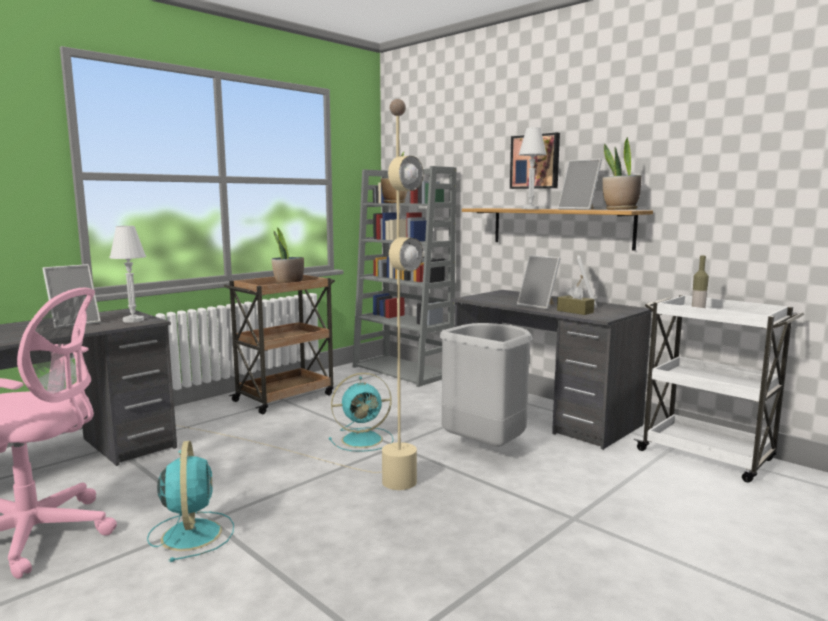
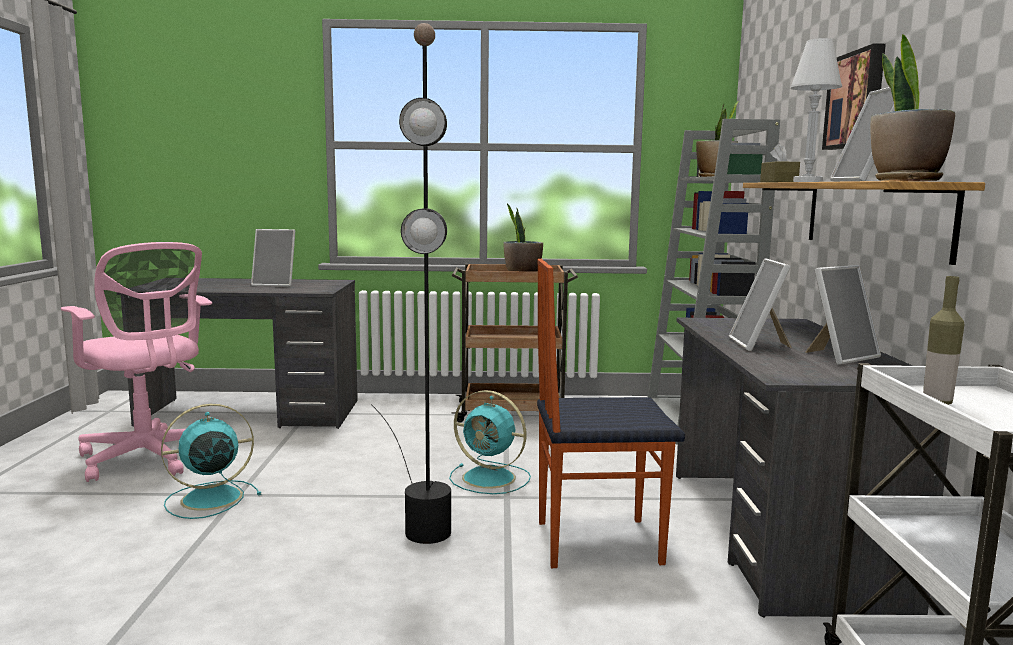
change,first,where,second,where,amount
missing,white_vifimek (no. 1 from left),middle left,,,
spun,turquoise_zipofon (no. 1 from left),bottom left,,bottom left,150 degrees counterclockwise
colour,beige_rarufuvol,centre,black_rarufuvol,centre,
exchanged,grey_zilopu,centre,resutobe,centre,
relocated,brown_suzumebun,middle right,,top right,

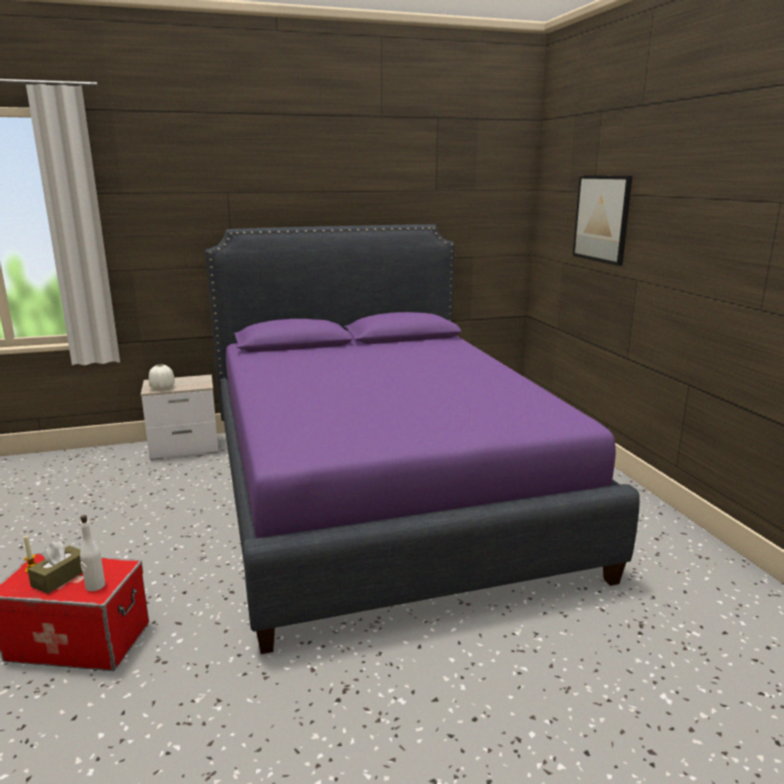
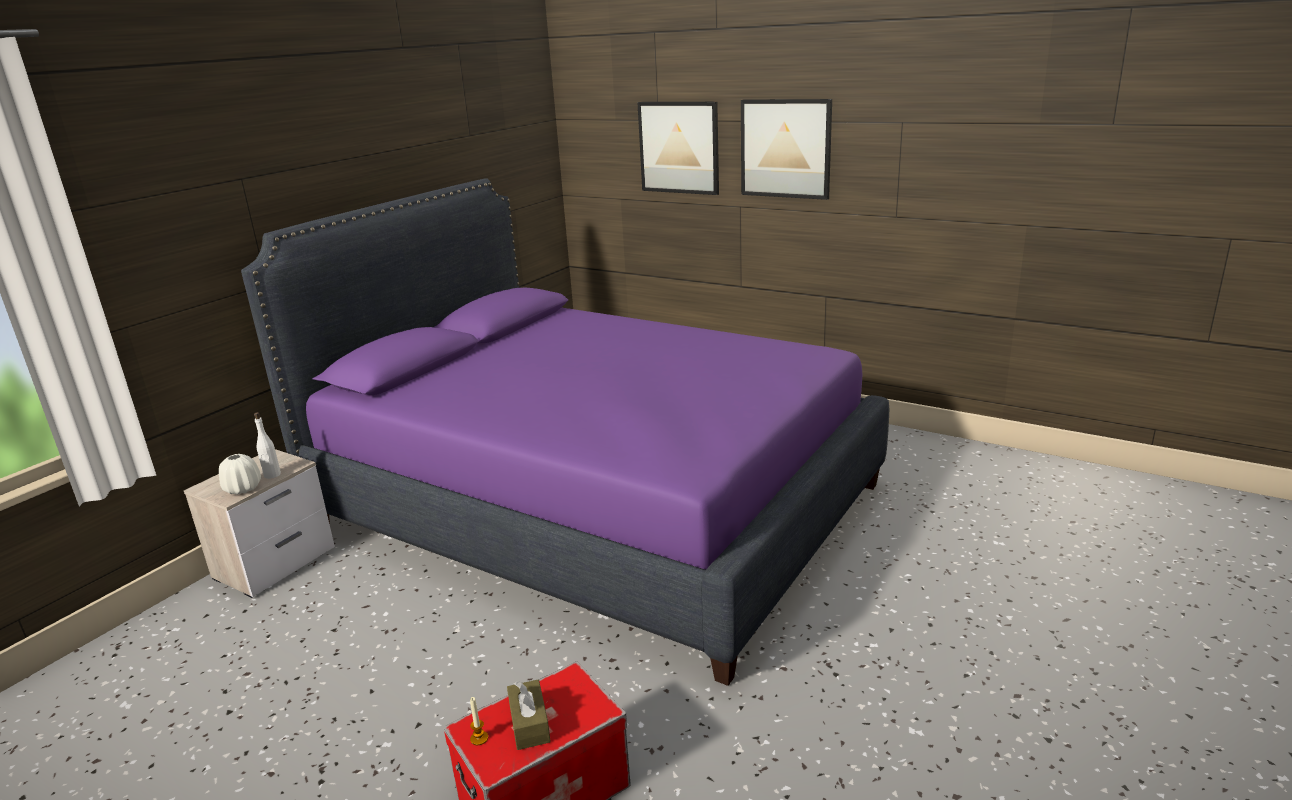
change,first,where,second,where,amount
relocated,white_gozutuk,bottom left,,middle left,
appeared,,,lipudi (no. 2 from left),top centre,

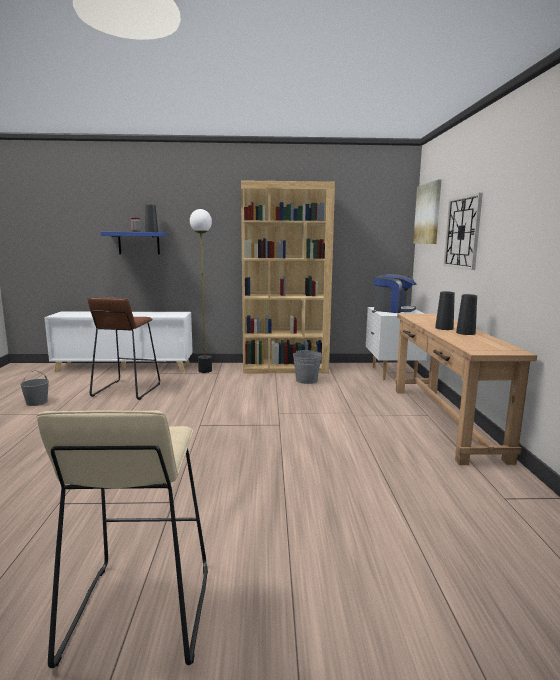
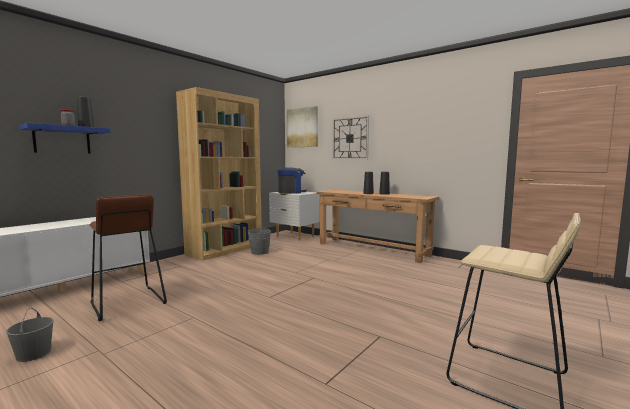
change,first,where,second,where,amount
missing,rarufuvol,centre,,,

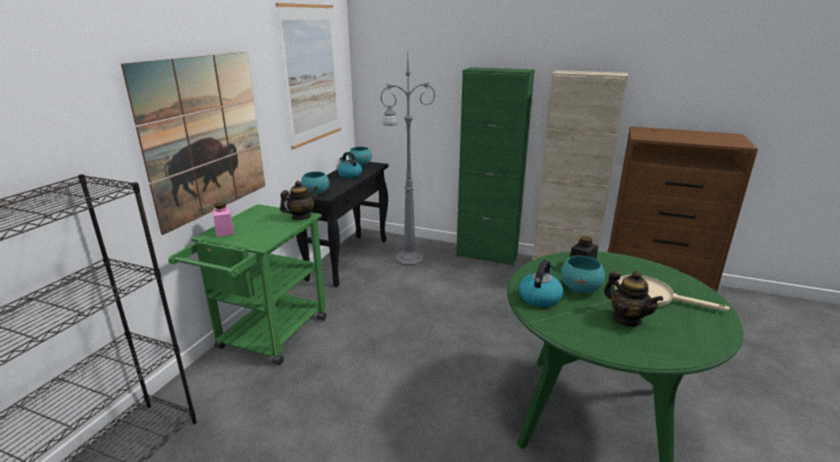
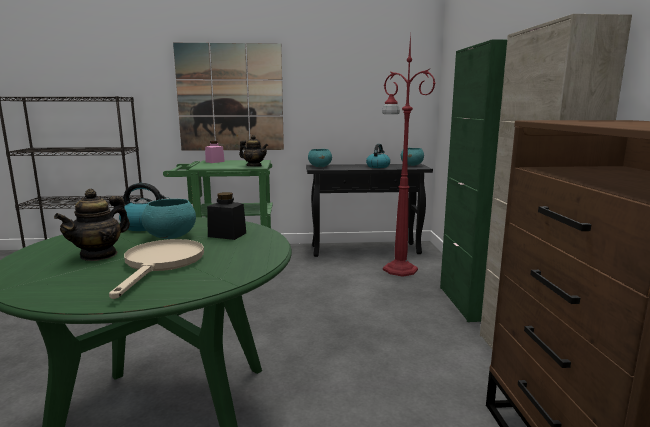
change,first,where,second,where,amount
missing,lipudi (no. 2 from left),top centre,,,
colour,grey_rarufuvol,centre,red_rarufuvol,centre,

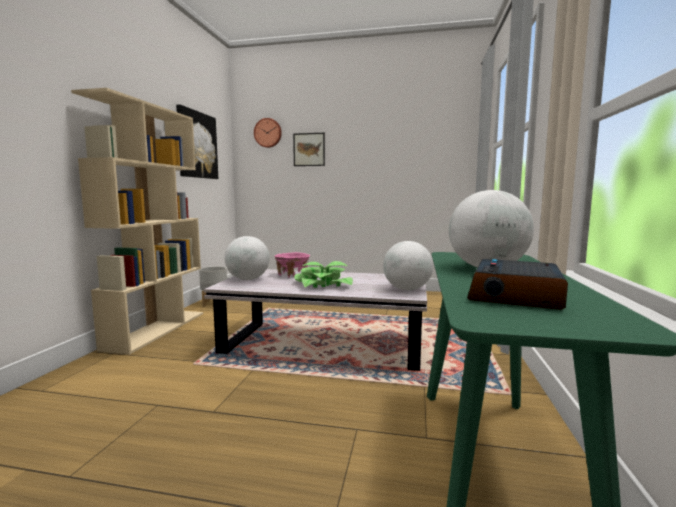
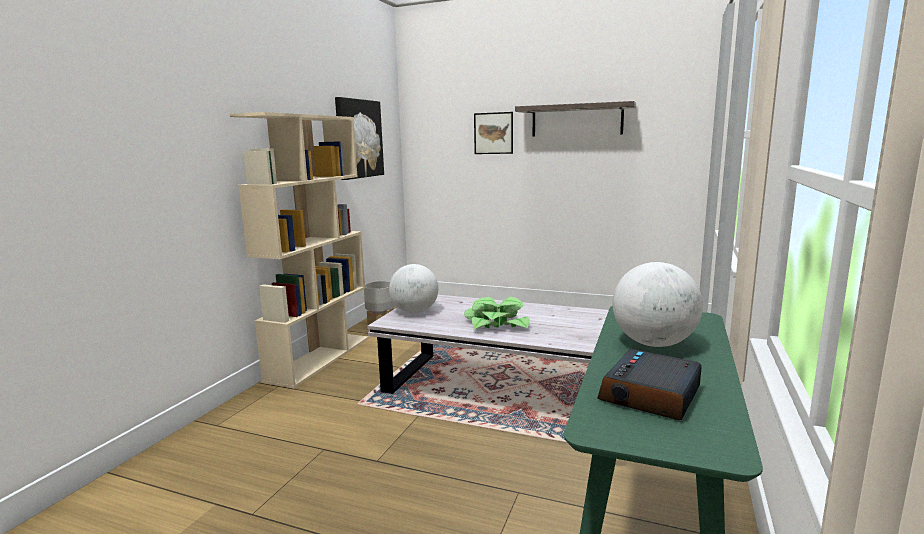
change,first,where,second,where,amount
missing,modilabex,top centre,,,
missing,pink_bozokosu,centre,,,
missing,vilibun (no. 2 from left),centre,,,
appeared,,,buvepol,top centre,

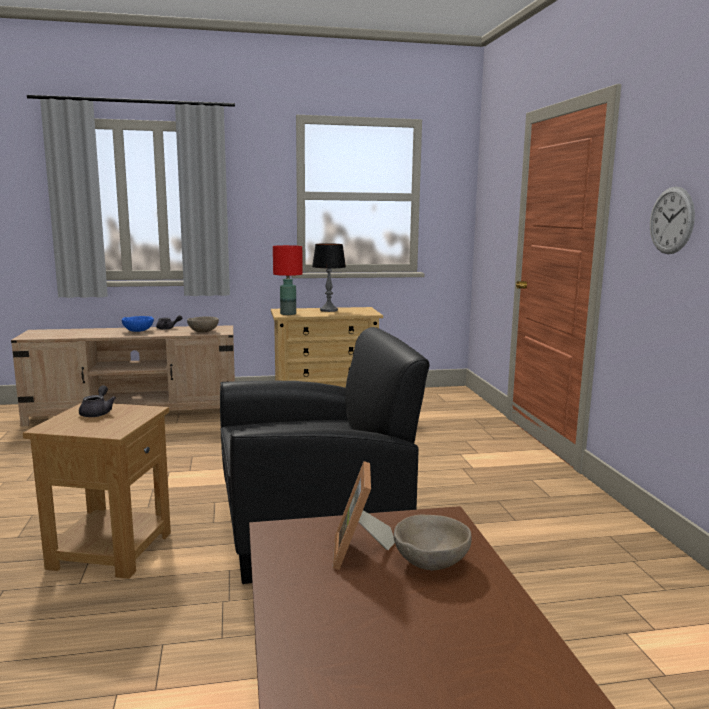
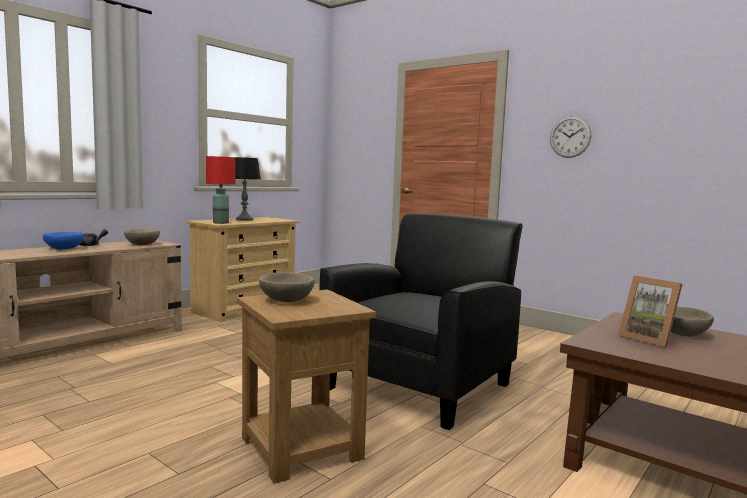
change,first,where,second,where,amount
exchanged,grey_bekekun (no. 1 from left),middle left,beige_bozokosu (no. 2 from left),centre,

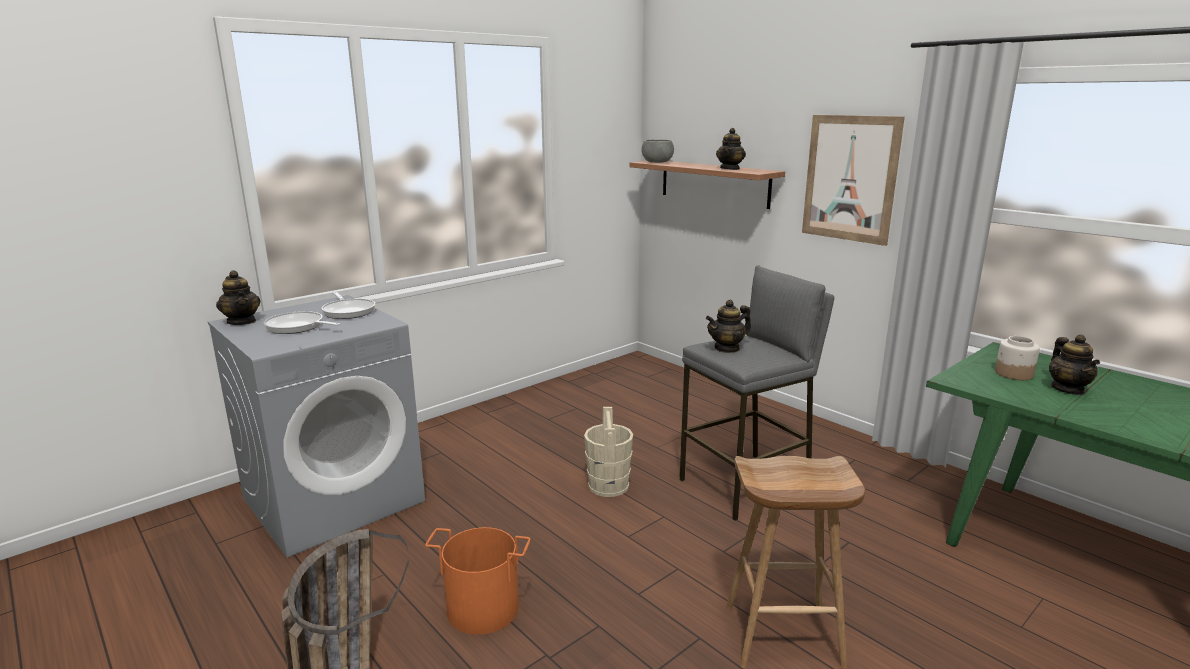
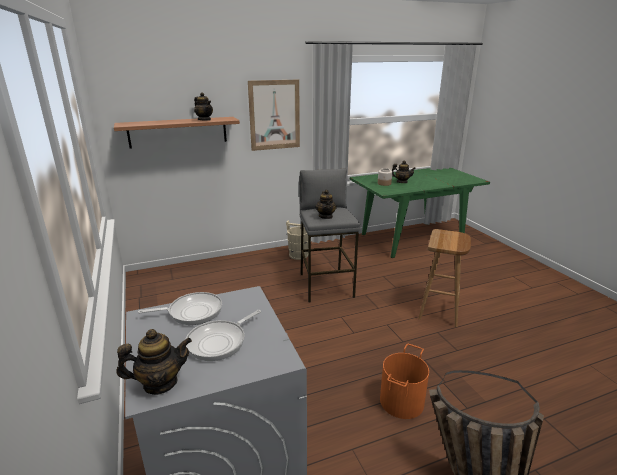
change,first,where,second,where,amount
relocated,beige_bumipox,bottom centre,,centre,
missing,grey_bozokosu,top centre,,,

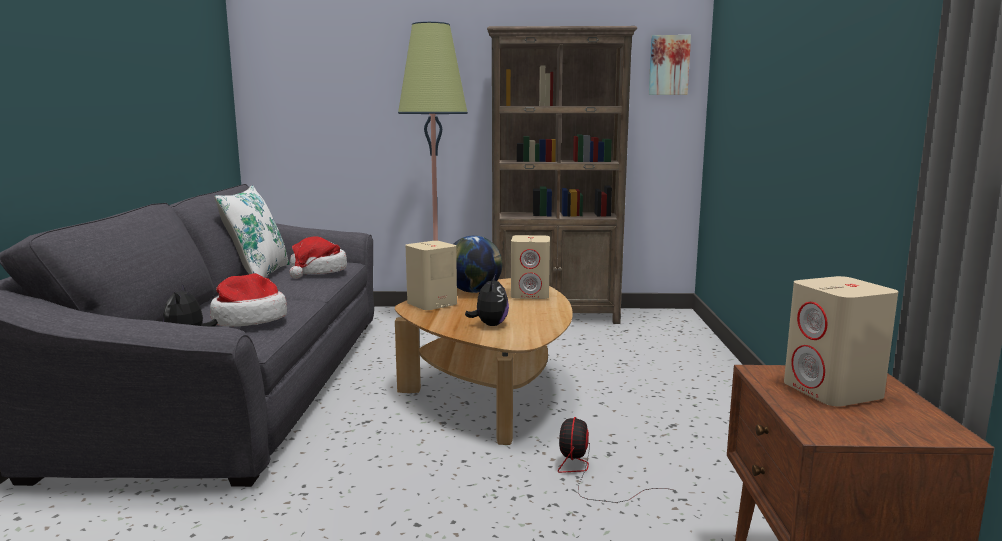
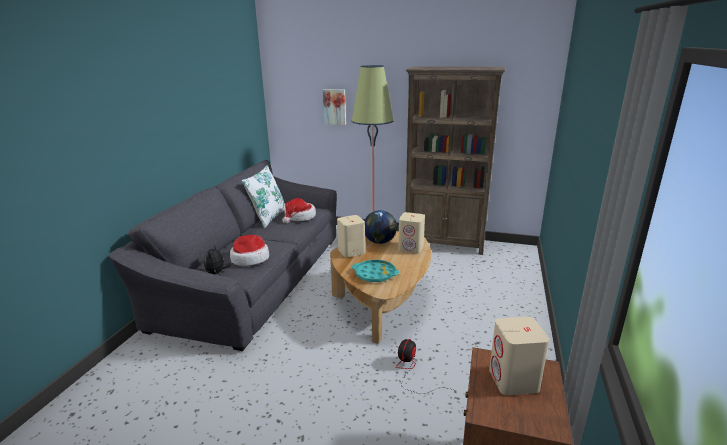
change,first,where,second,where,amount
exchanged,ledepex (no. 2 from left),centre,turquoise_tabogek,centre,
relocated,lipudi,top right,,top centre,

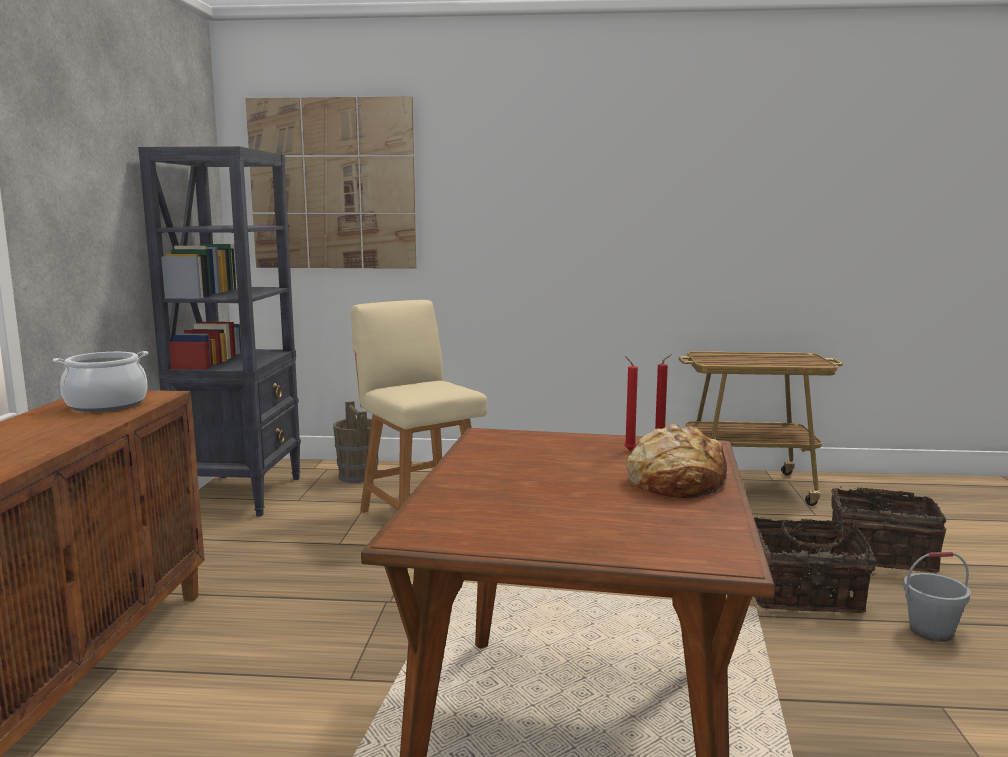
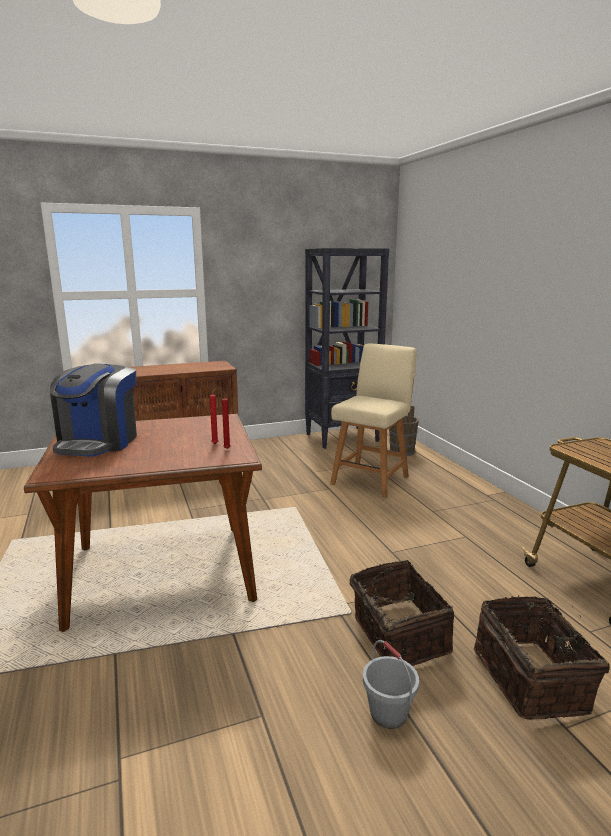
change,first,where,second,where,amount
missing,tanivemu,middle left,,,
missing,lipudi,top left,,,
missing,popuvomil,middle right,,,
appeared,,,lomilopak,middle left,

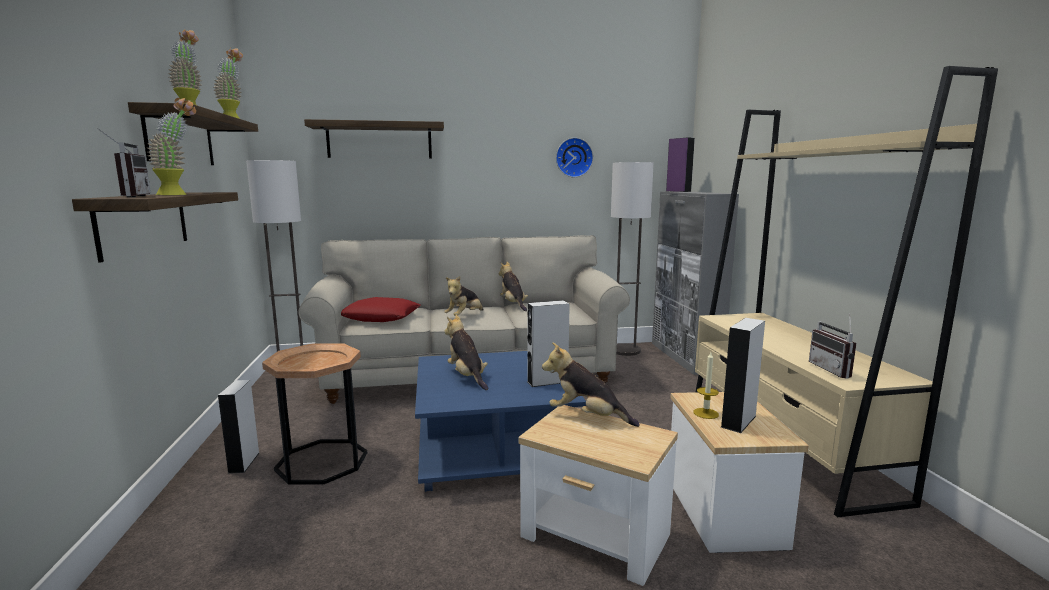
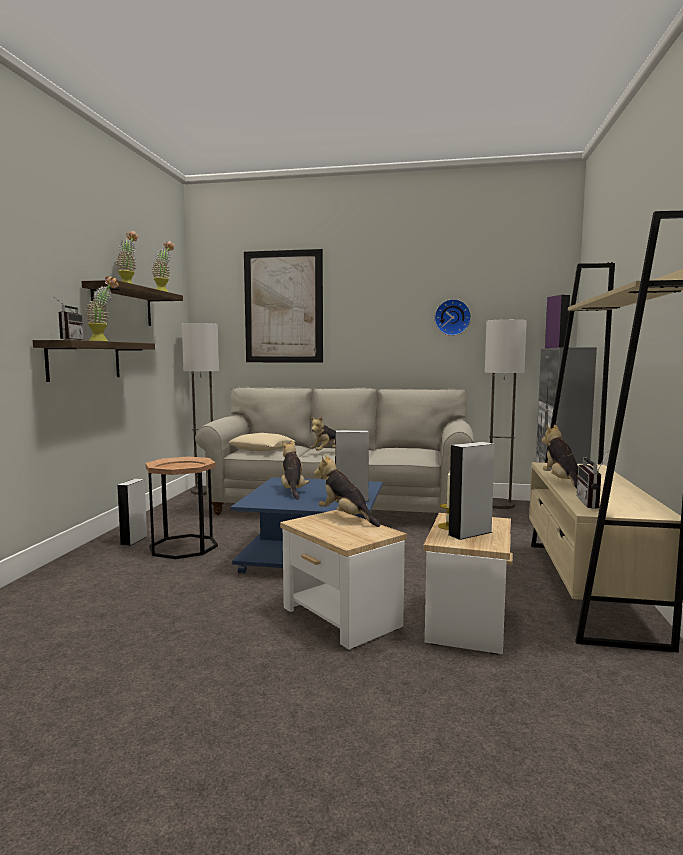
change,first,where,second,where,amount
exchanged,buvepol (no. 3 from left),top centre,lipudi,centre,
colour,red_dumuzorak,centre,beige_dumuzorak,centre,
relocated,ledepex (no. 3 from left in the first image),centre,ledepex (no. 4 from left),middle right,

